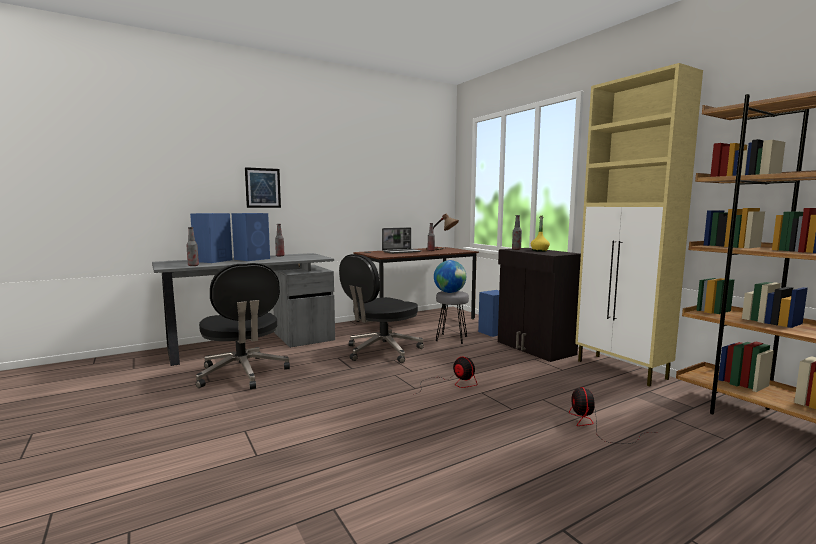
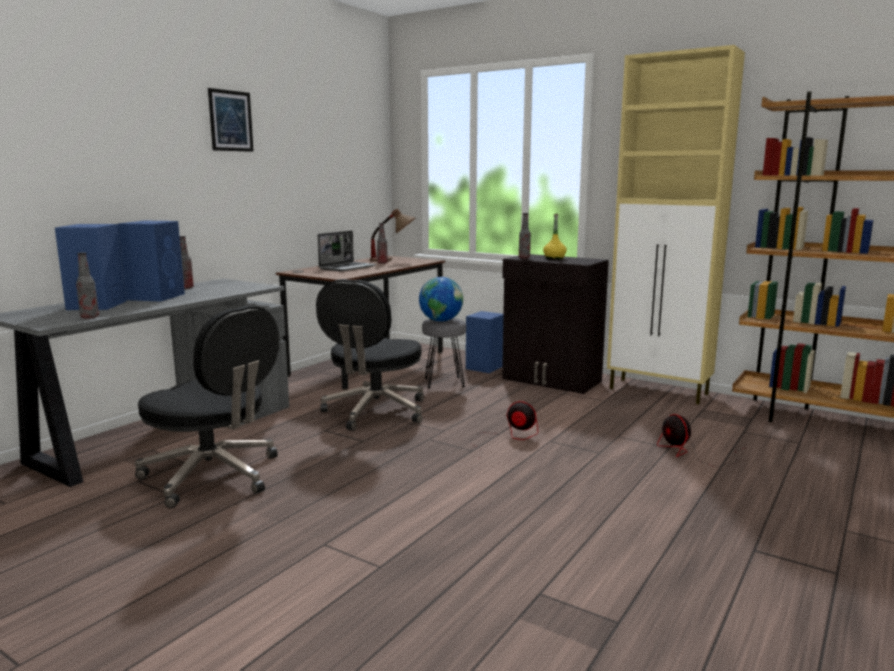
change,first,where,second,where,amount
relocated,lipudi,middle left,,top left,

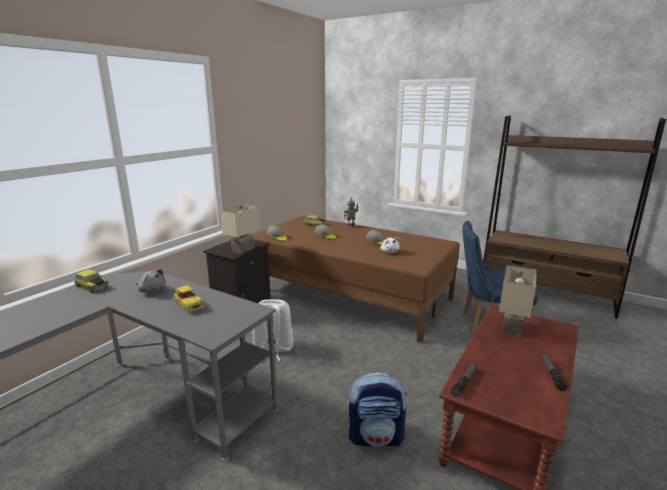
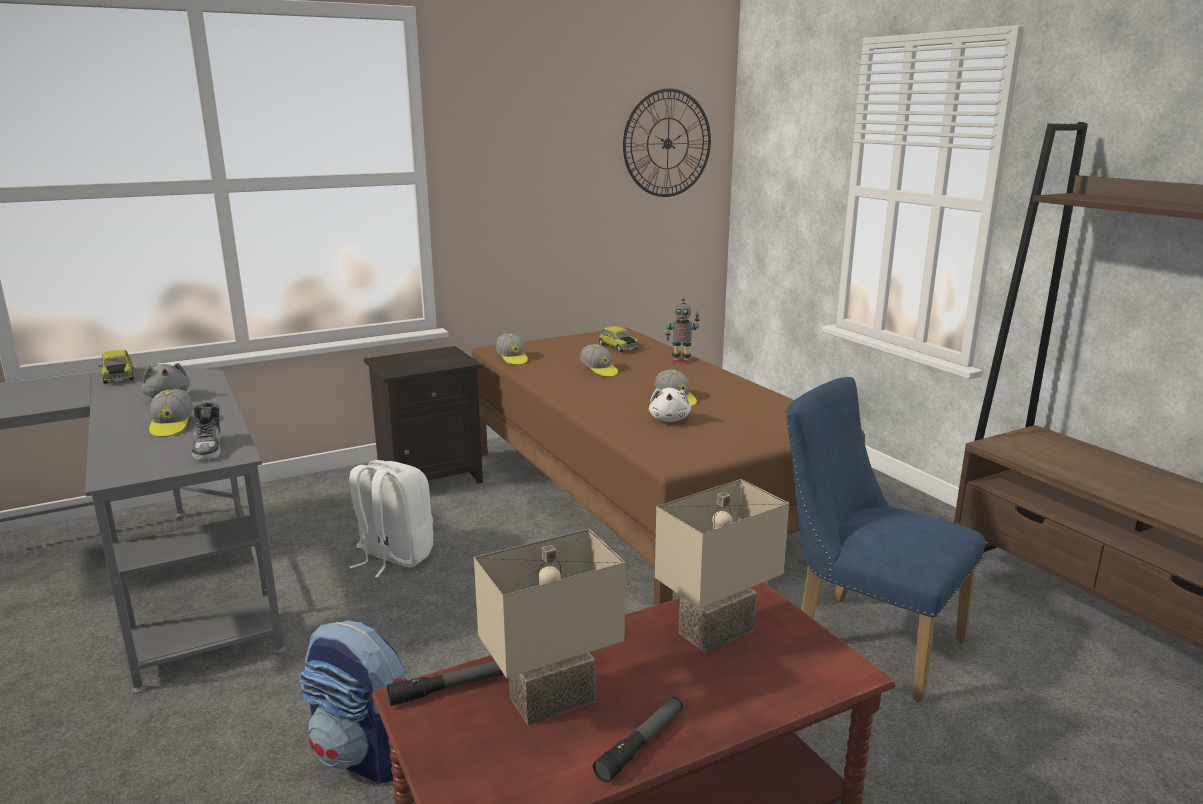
change,first,where,second,where,amount
exchanged,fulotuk (no. 2 from left),middle left,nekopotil (no. 1 from left),middle left,
relocated,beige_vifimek (no. 1 from left),centre,,bottom centre,
appeared,,,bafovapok,middle left,
appeared,,,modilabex,top centre,

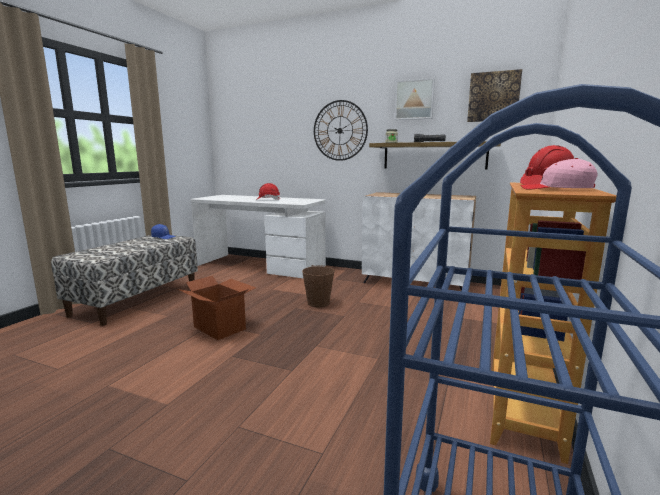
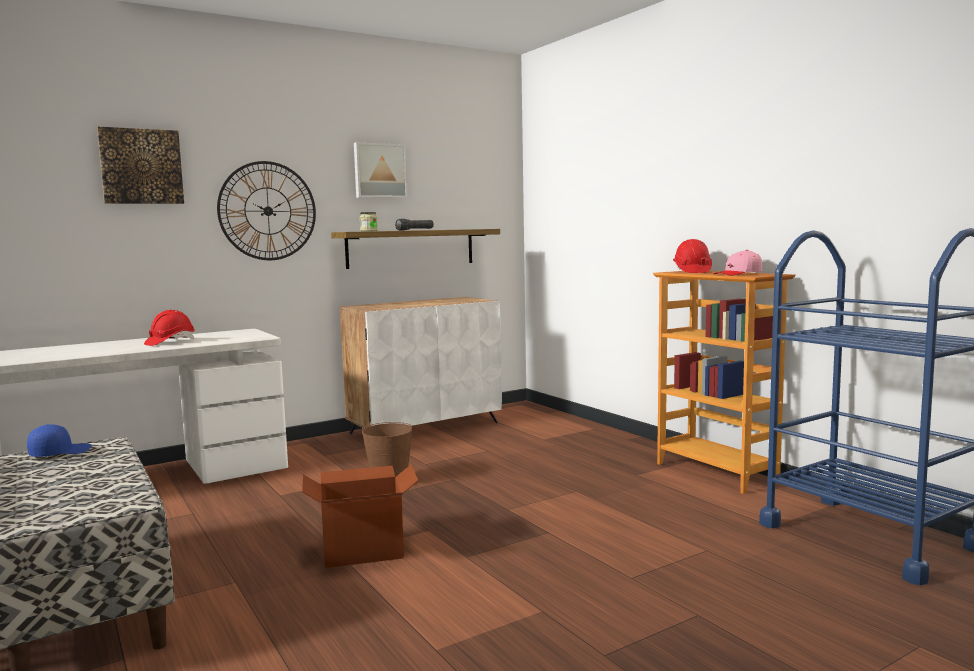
change,first,where,second,where,amount
relocated,lipudi (no. 2 from left in the first image),top right,lipudi (no. 1 from left),top left,

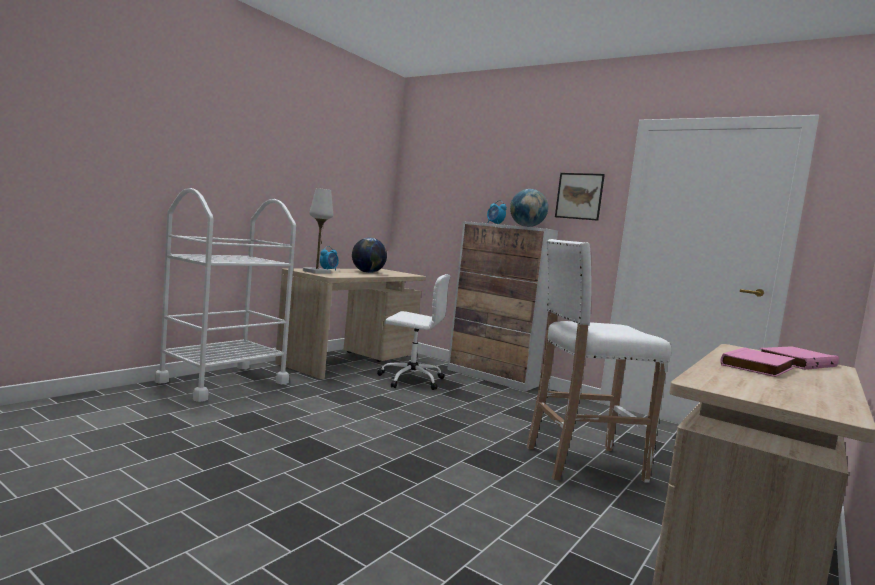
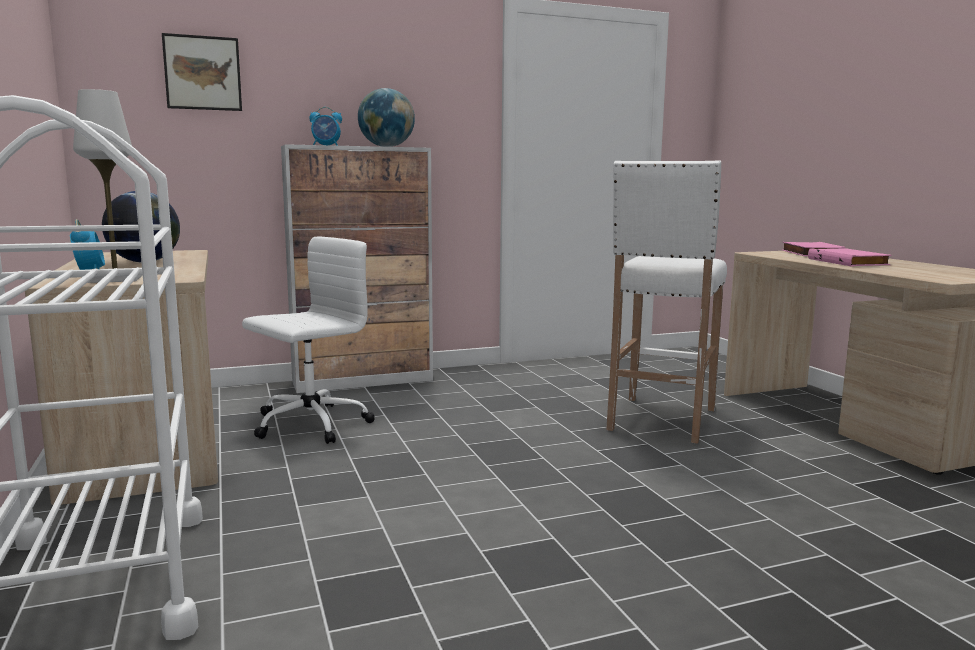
change,first,where,second,where,amount
relocated,lipudi,centre,,top left,

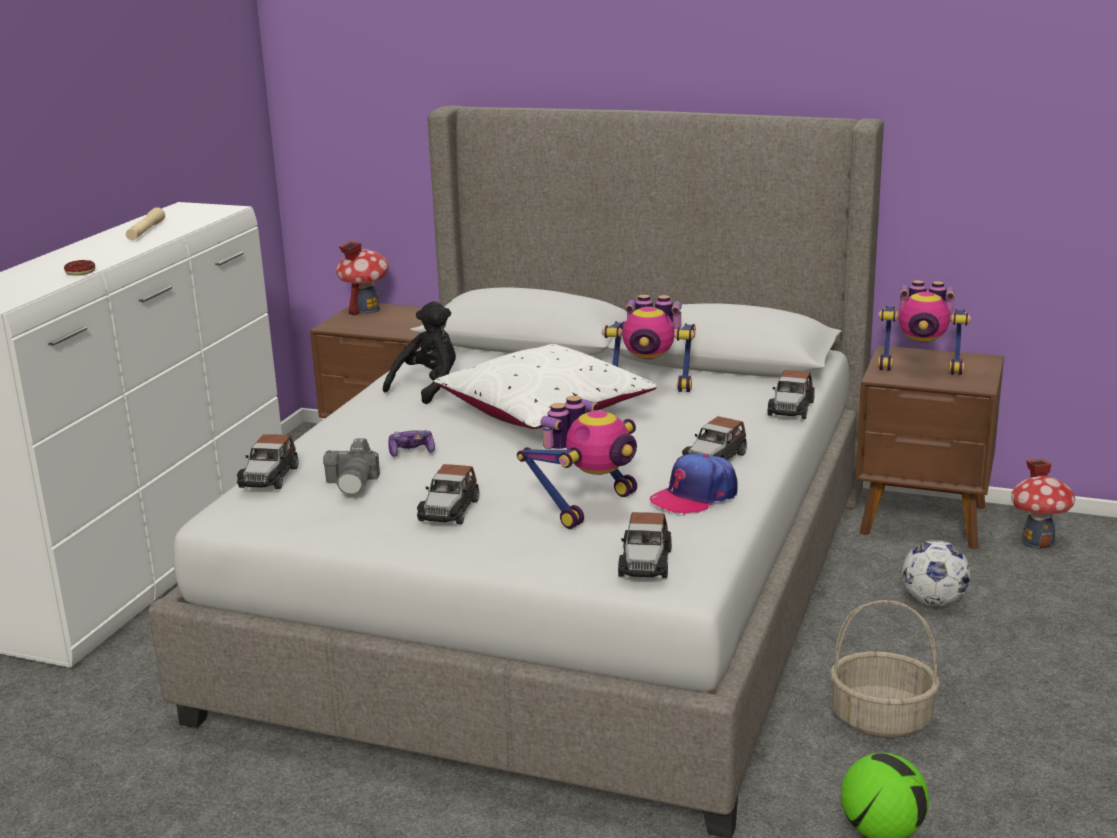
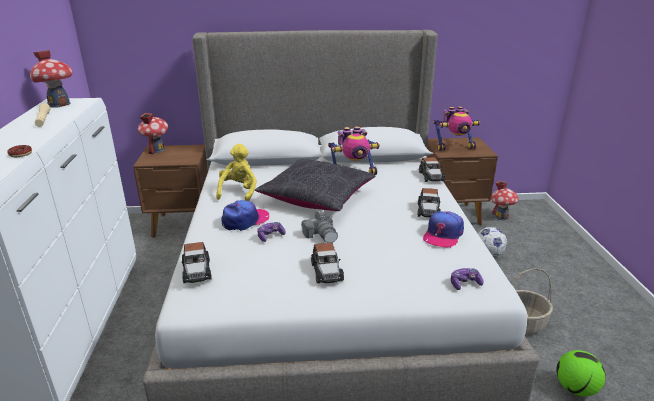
change,first,where,second,where,amount
relocated,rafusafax,middle left,,centre,
colour,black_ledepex,centre,yellow_ledepex,centre,
colour,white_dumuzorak,centre,black_dumuzorak,centre,
missing,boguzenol (no. 1 from left),centre,,,
exchanged,fulotuk (no. 3 from left),centre,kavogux (no. 2 from left),bottom right,
appeared,,,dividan (no. 1 from left),top left,
appeared,,,nekopotil (no. 1 from left),centre,

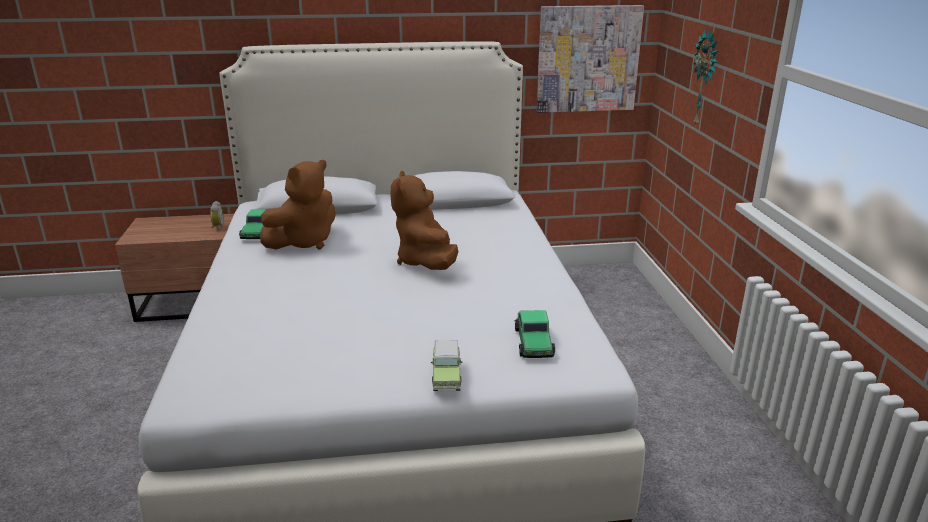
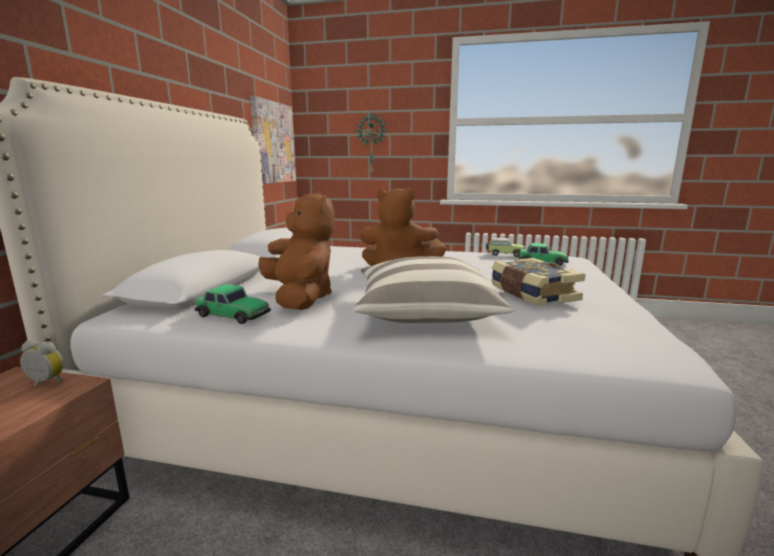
change,first,where,second,where,amount
relocated,fulotuk (no. 2 from left),bottom centre,,centre,
appeared,,,dumuzorak,centre,
appeared,,,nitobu,middle right,

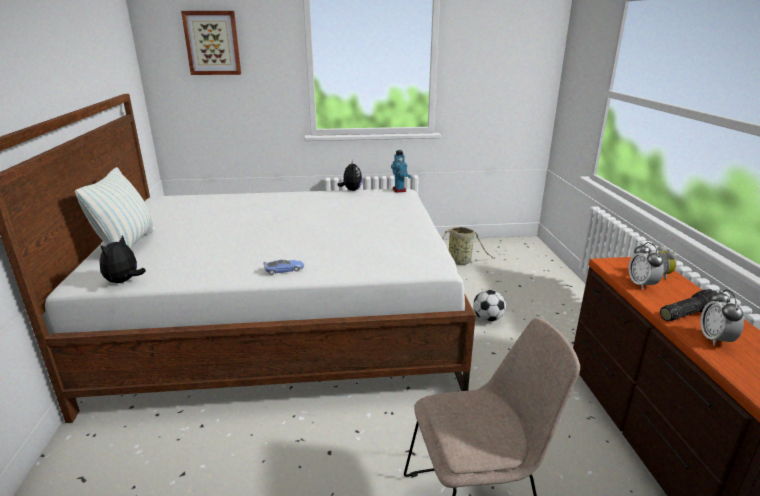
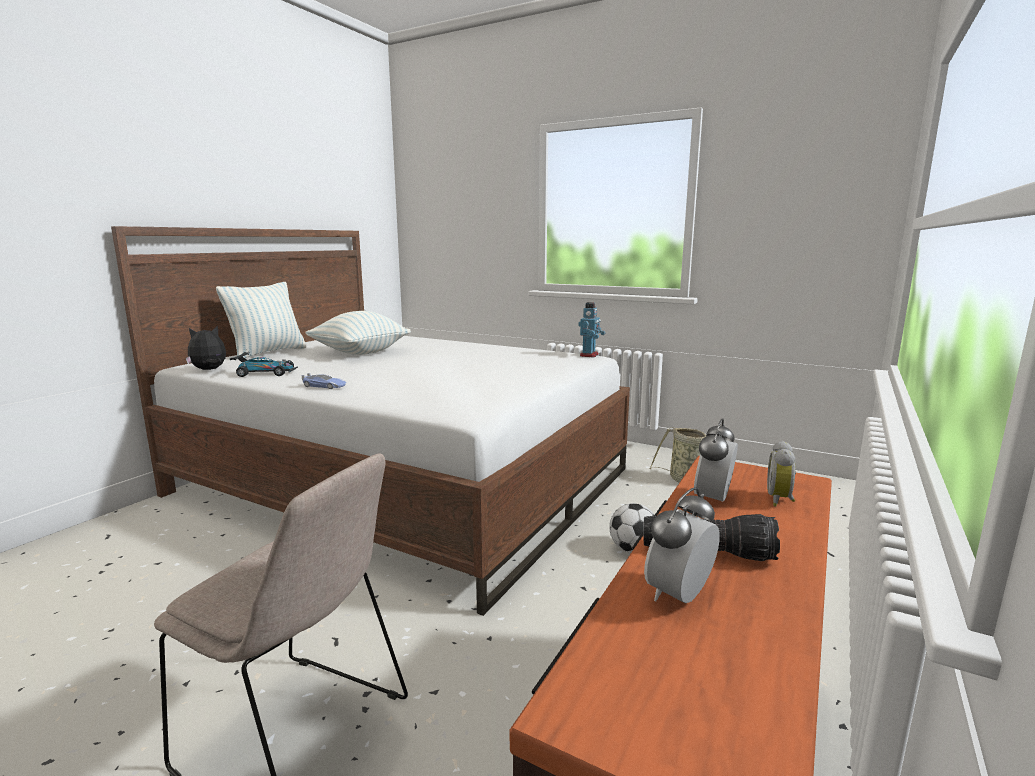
change,first,where,second,where,amount
missing,lipudi,top left,,,
missing,ledepex (no. 2 from left),centre,,,
appeared,,,fulotuk (no. 1 from left),middle left,
appeared,,,dumuzorak (no. 2 from left),centre,

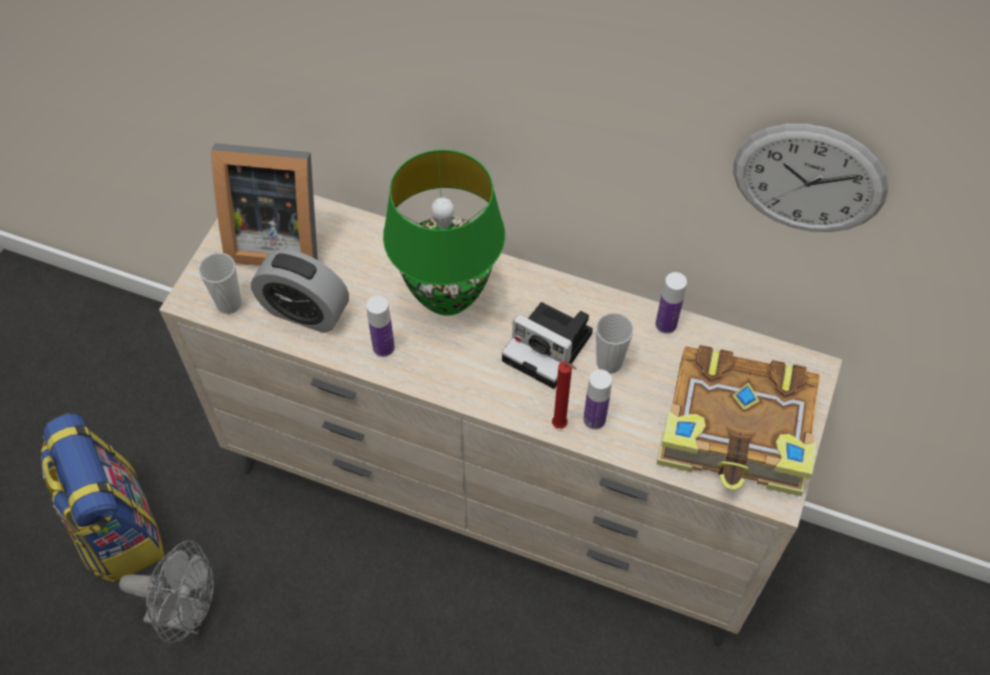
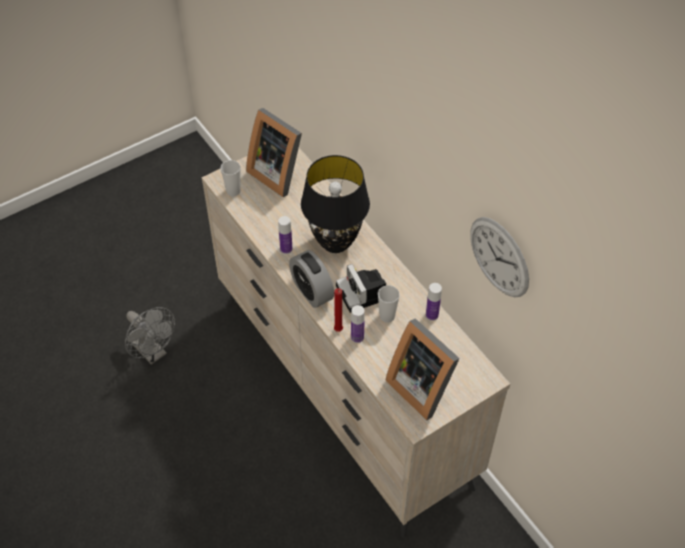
change,first,where,second,where,amount
missing,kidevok,bottom left,,,
relocated,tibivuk,middle left,,centre,
colour,green_vifimek,centre,black_vifimek,centre,
exchanged,nitobu,middle right,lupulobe (no. 2 from left),bottom centre,

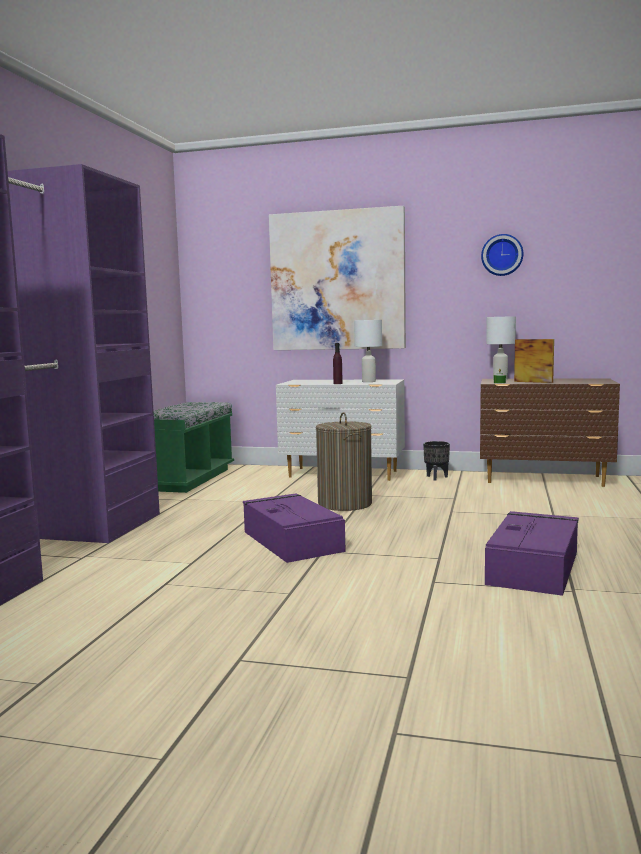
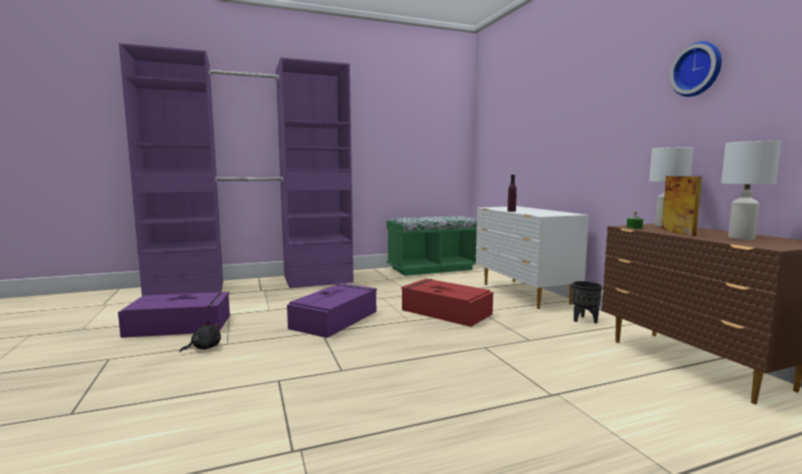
change,first,where,second,where,amount
missing,lipudi,top centre,,,
exchanged,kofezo,centre,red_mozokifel,centre,
relocated,white_vifimek (no. 1 from left in the first image),centre,white_vifimek (no. 2 from left),middle right,
relocated,purple_mozokifel (no. 2 from left in the first image),middle right,purple_mozokifel (no. 1 from left),middle left,
appeared,,,black_ledepex,bottom left,

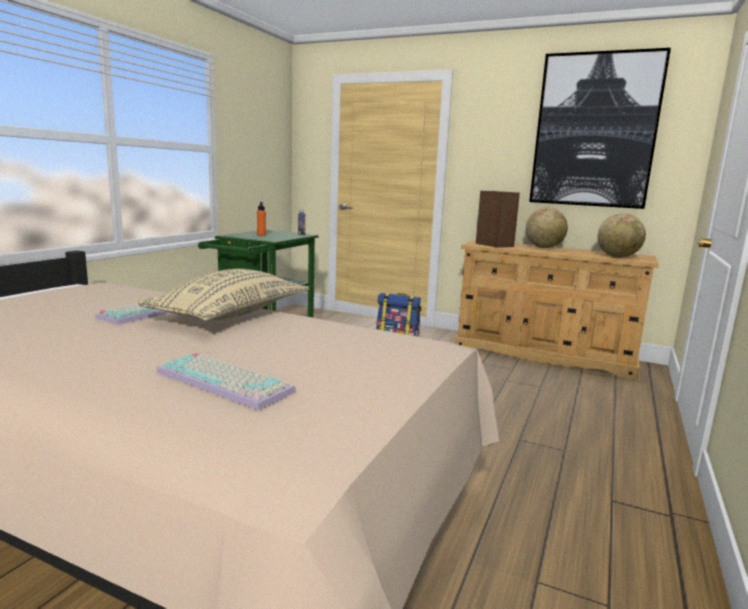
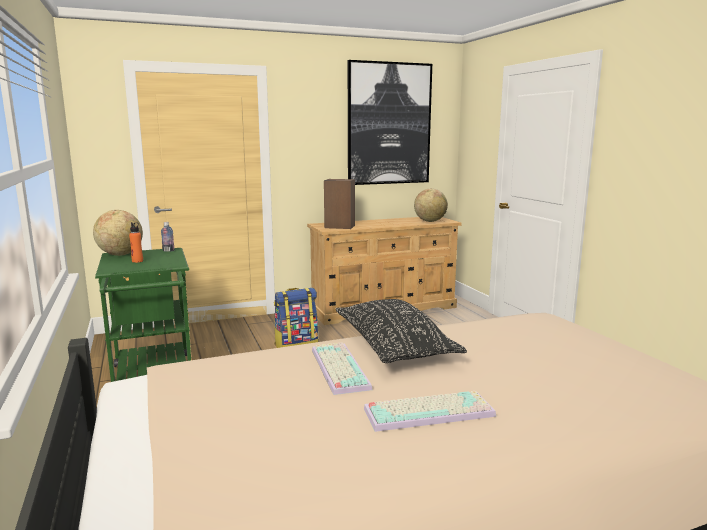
change,first,where,second,where,amount
colour,beige_dumuzorak,middle left,black_dumuzorak,centre,
relocated,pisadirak (no. 2 from left),middle left,,bottom centre,
relocated,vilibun (no. 1 from left),middle right,,middle left,

